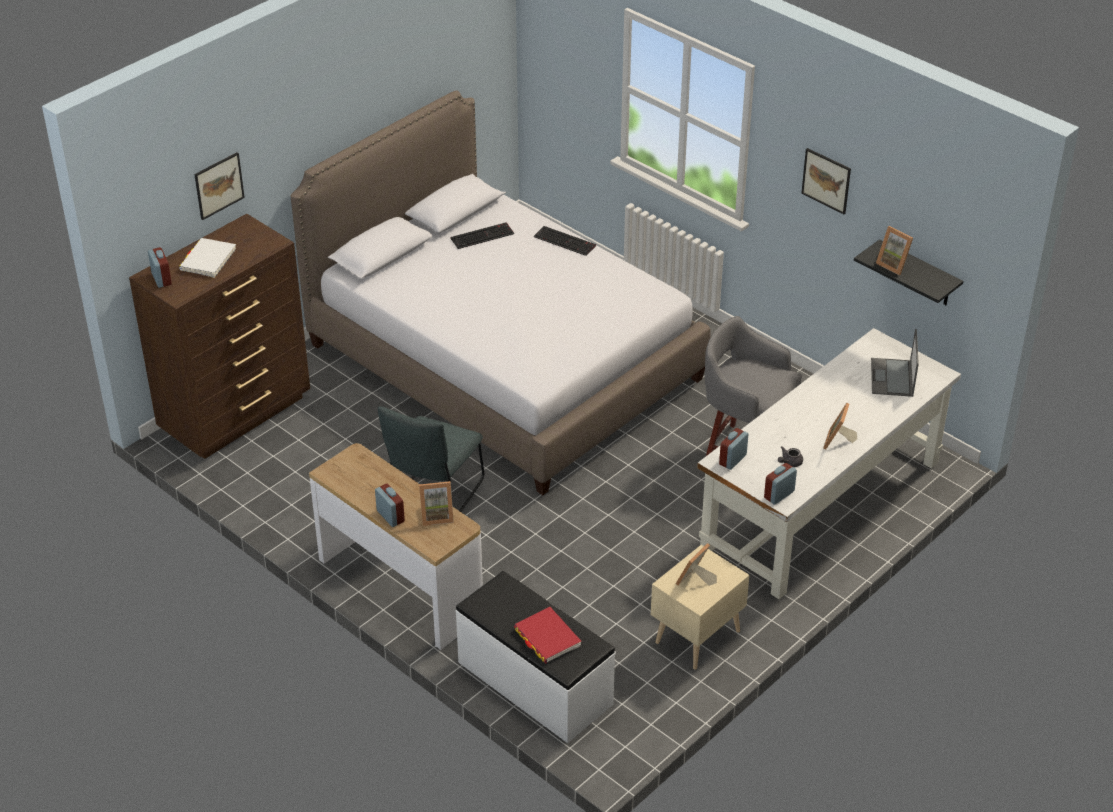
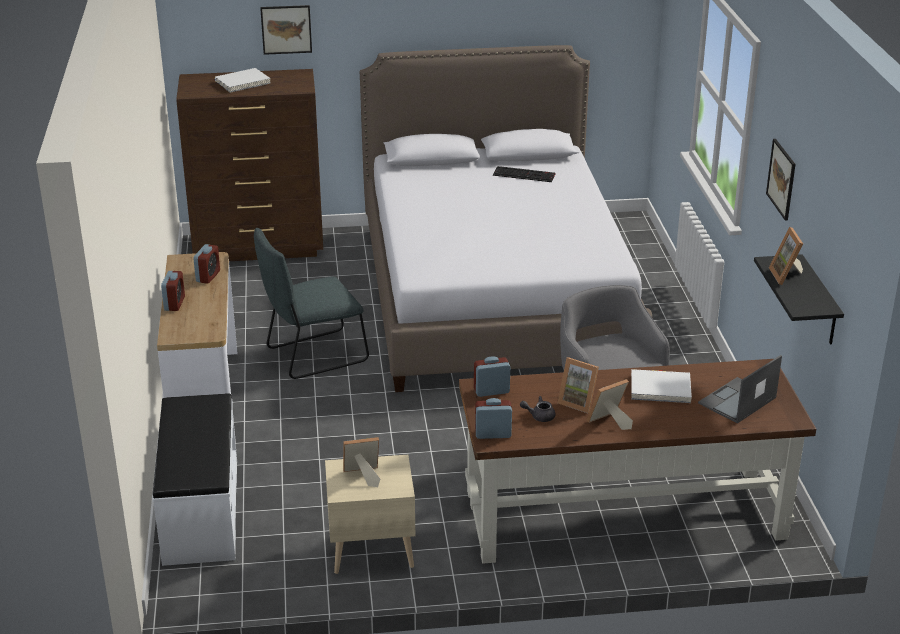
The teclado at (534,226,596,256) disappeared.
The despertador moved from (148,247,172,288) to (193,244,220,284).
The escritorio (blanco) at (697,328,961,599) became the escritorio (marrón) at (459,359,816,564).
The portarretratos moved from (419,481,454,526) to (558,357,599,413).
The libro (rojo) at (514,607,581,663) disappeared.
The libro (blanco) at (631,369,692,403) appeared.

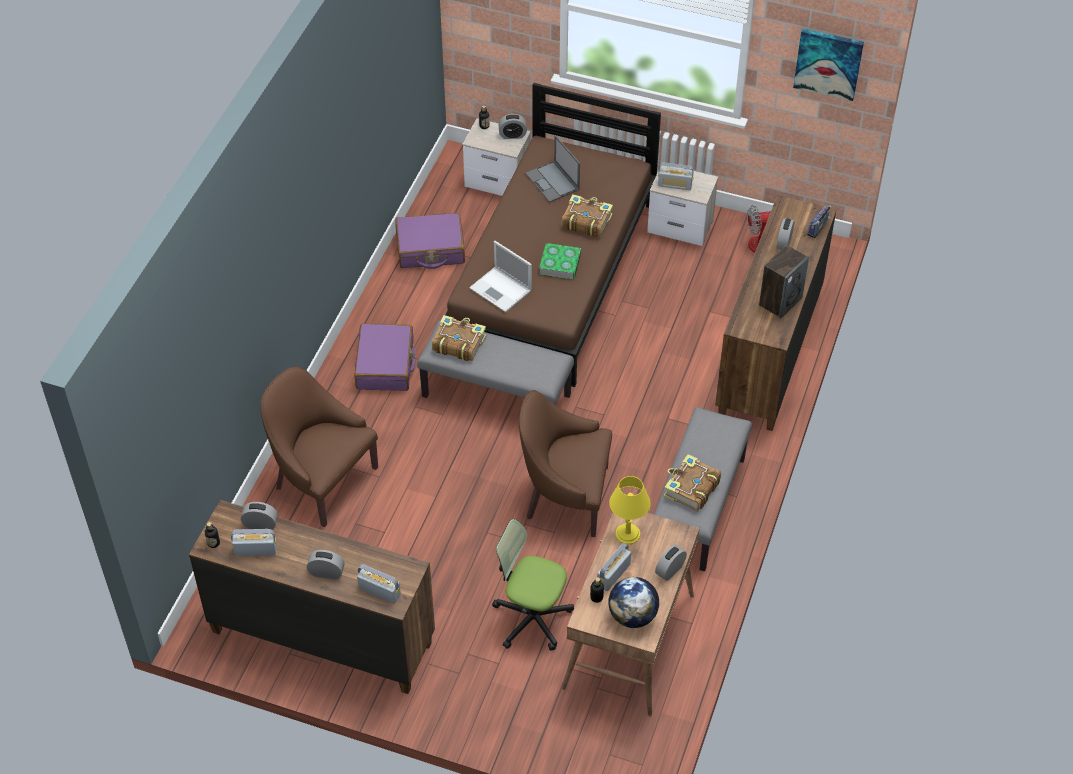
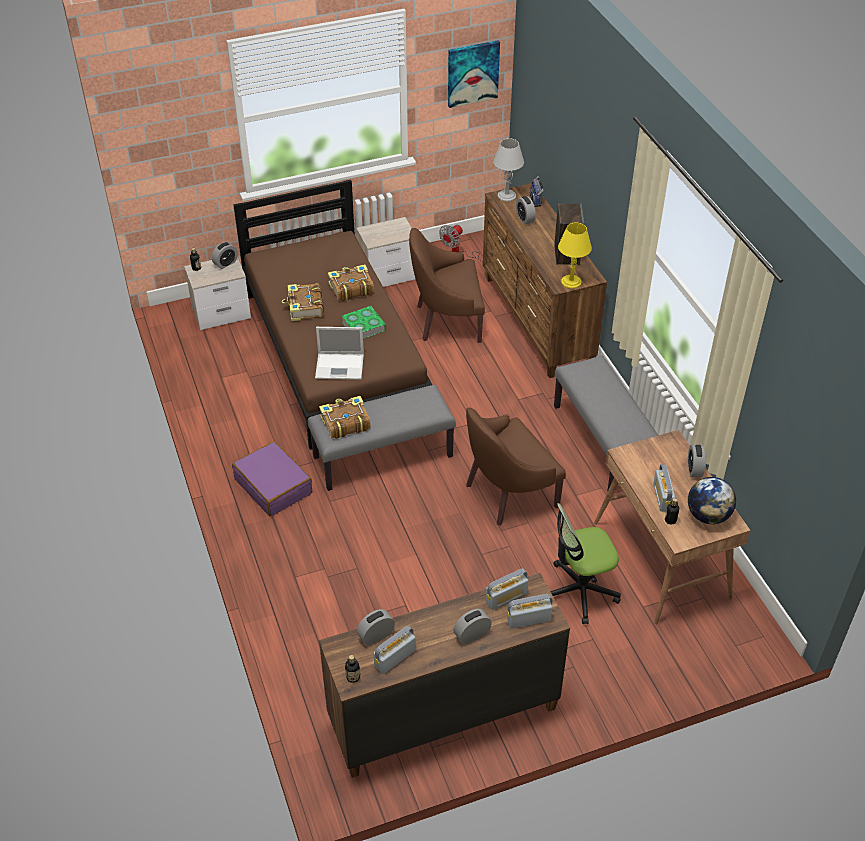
The portátil at (525,135,580,202) disappeared.
The radio moved from (658,163,694,190) to (485,569,528,610).
The maleta (morado) at (395,213,465,269) disappeared.
The sillón (marrón) moved from (261,367,378,527) to (409,228,485,343).
The libro moved from (664,454,721,511) to (282,283,324,321).
The lámpara de mesa (amarillo) moved from (609,476,651,544) to (558,222,592,288).
The lámpara de mesa (gris) at (493,138,524,201) appeared.

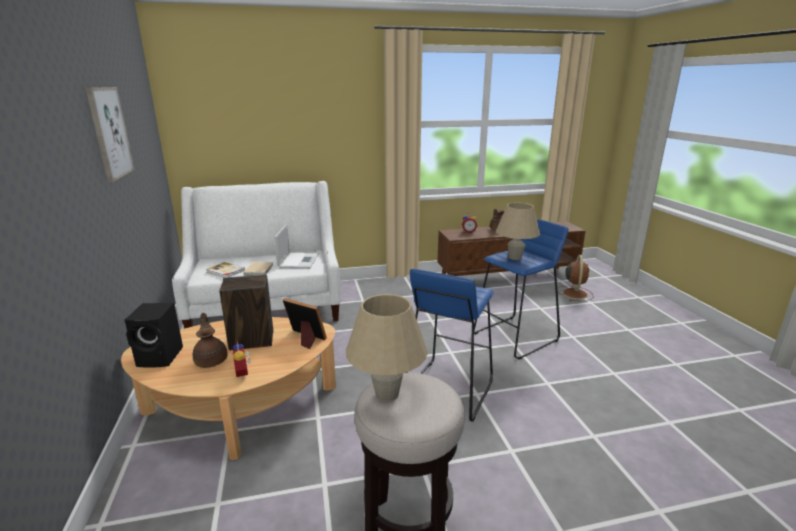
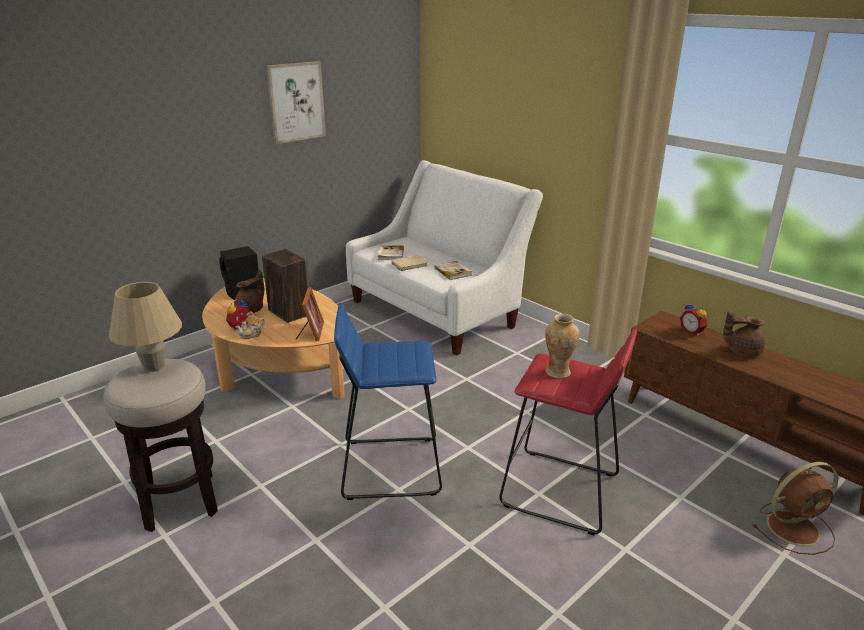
The lámpara de mesa (beis) at (496,203,540,260) was replaced by the florero at (545,313,579,378).
The taburete (azul) at (474,219,569,360) became the taburete (rojo) at (499,329,637,535).
The portátil at (274,224,319,269) was replaced by the libro at (434,261,472,280).
The tetera at (236,311,265,339) appeared.

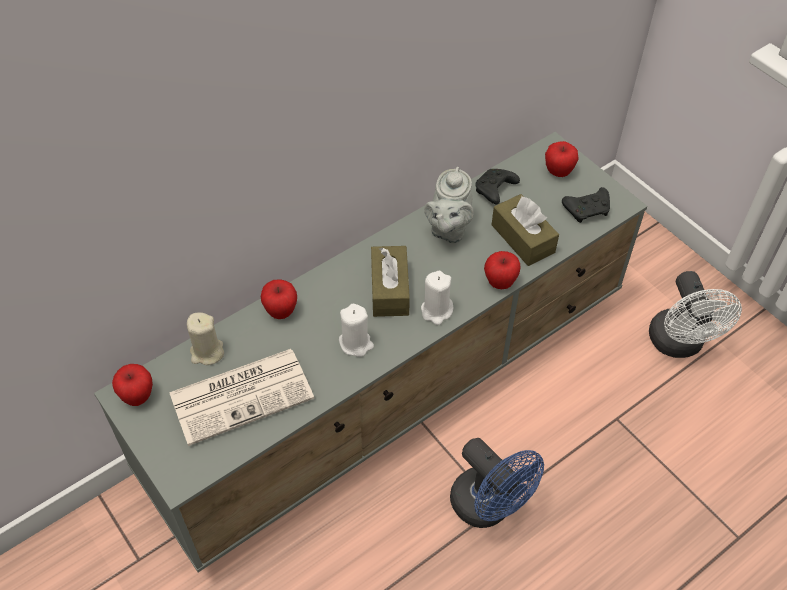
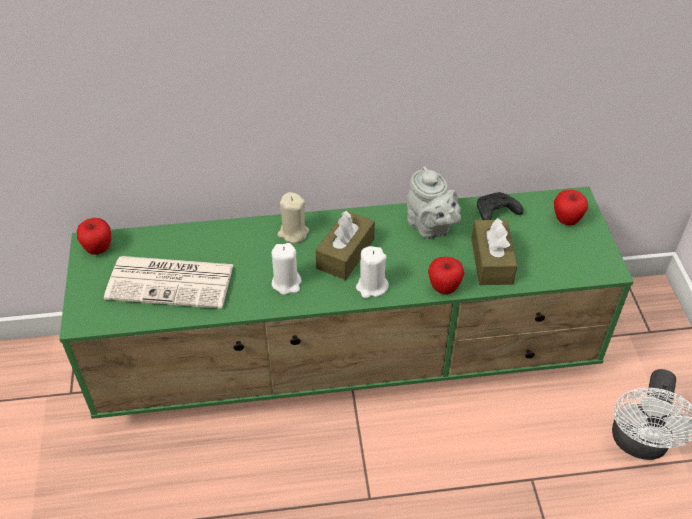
The mueble de televisión (gris) at (94,132,647,573) became the mueble de televisión (verde) at (59,187,634,419).
The tetera (gris) at (424,167,474,244) turned 75 degrees counterclockwise.
The mando de consola (negro) at (562,187,610,223) disappeared.
The manzana at (260,279,297,319) disappeared.
The vela (beis) moved from (187,312,224,365) to (277,192,309,243).
The ventilador (azul) at (450,438,544,528) disappeared.

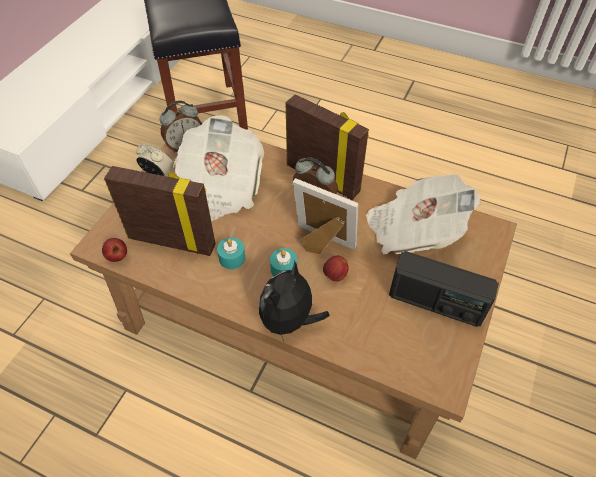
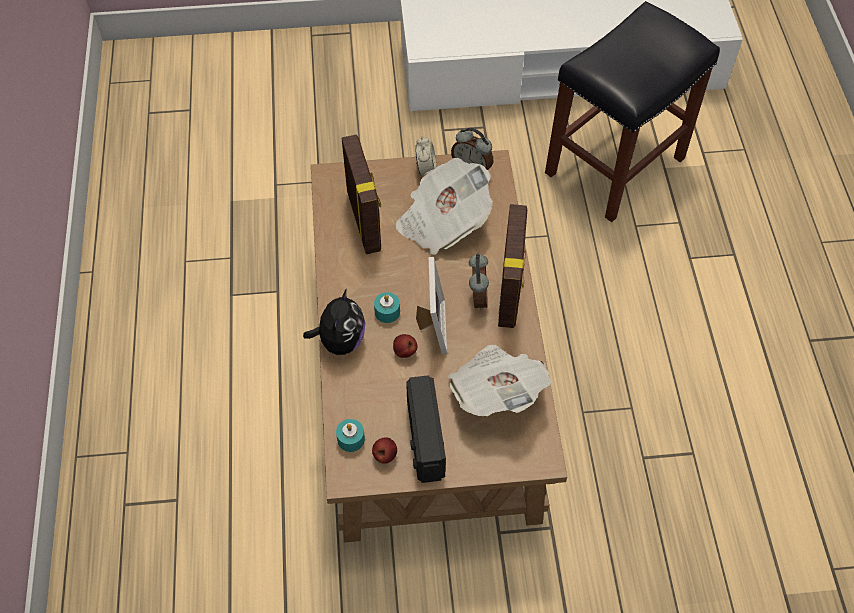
The vela (turquesa) moved from (217,237,245,269) to (336,419,365,452).
The manzana moved from (102,238,127,262) to (372,437,397,464).
The peluche at (259,260,330,341) turned 105 degrees clockwise.

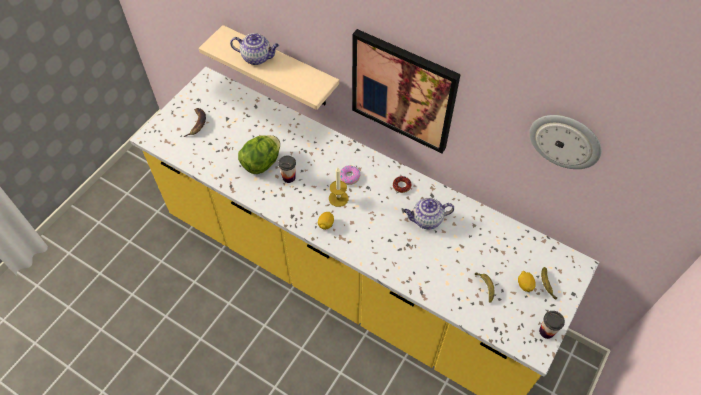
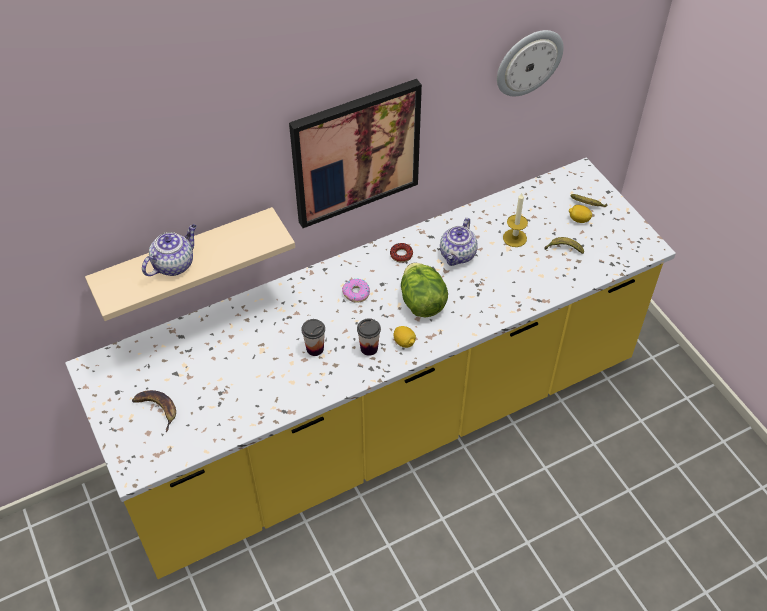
The lechuga moved from (238,135,280,174) to (401,263,448,318).
The vela moved from (329,168,348,207) to (503,193,528,247).
The taza moved from (539,311,565,339) to (357,318,381,356).

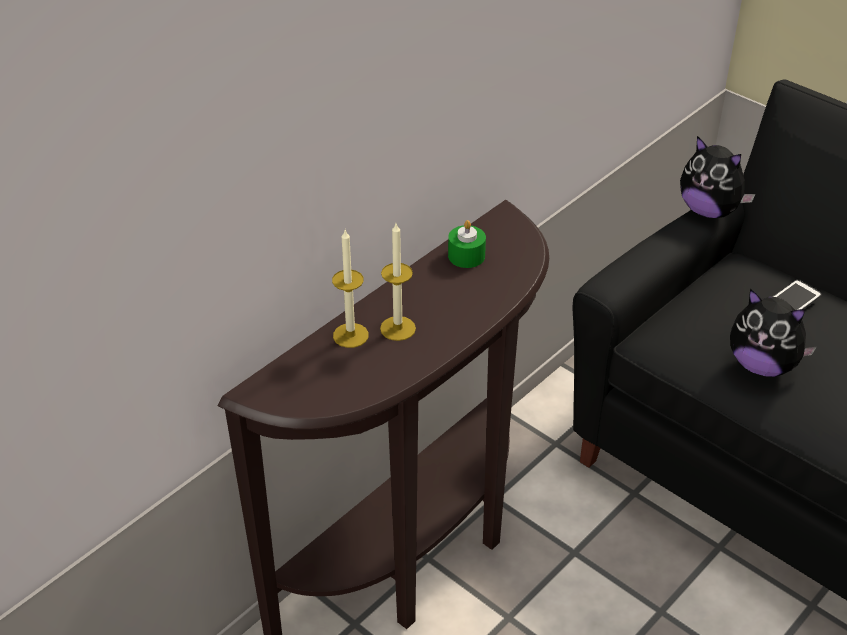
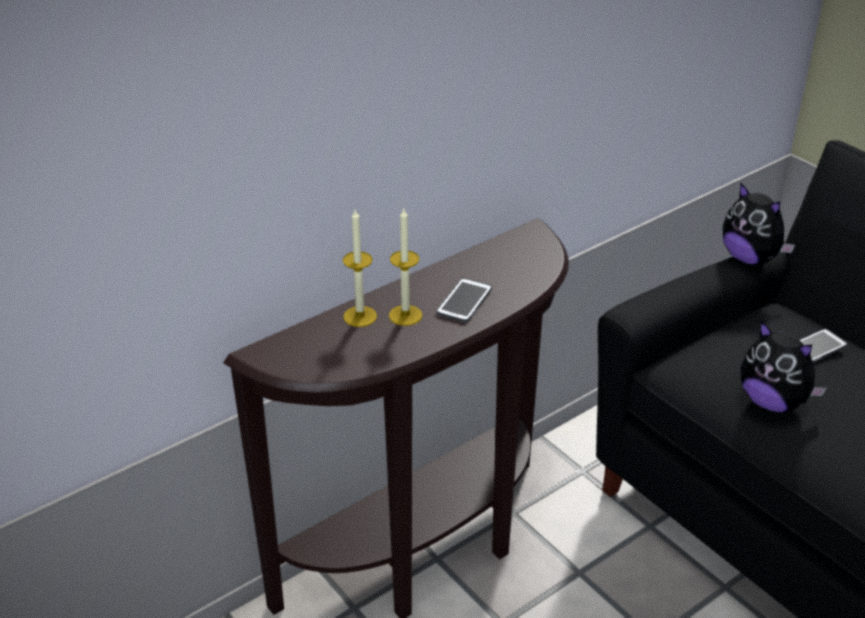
The vela (verde) at (448,220,486,268) disappeared.
The móvil at (437,278,492,323) appeared.

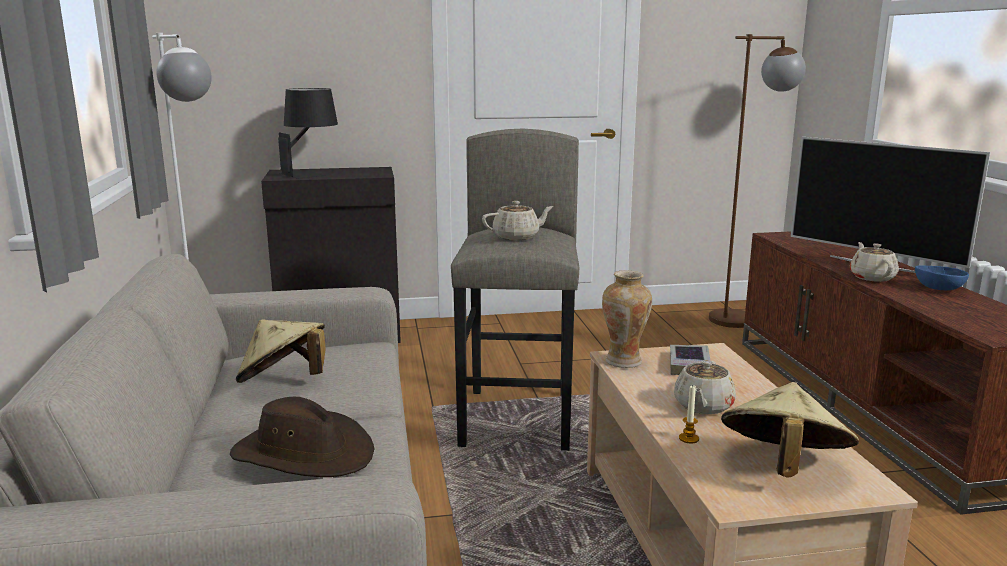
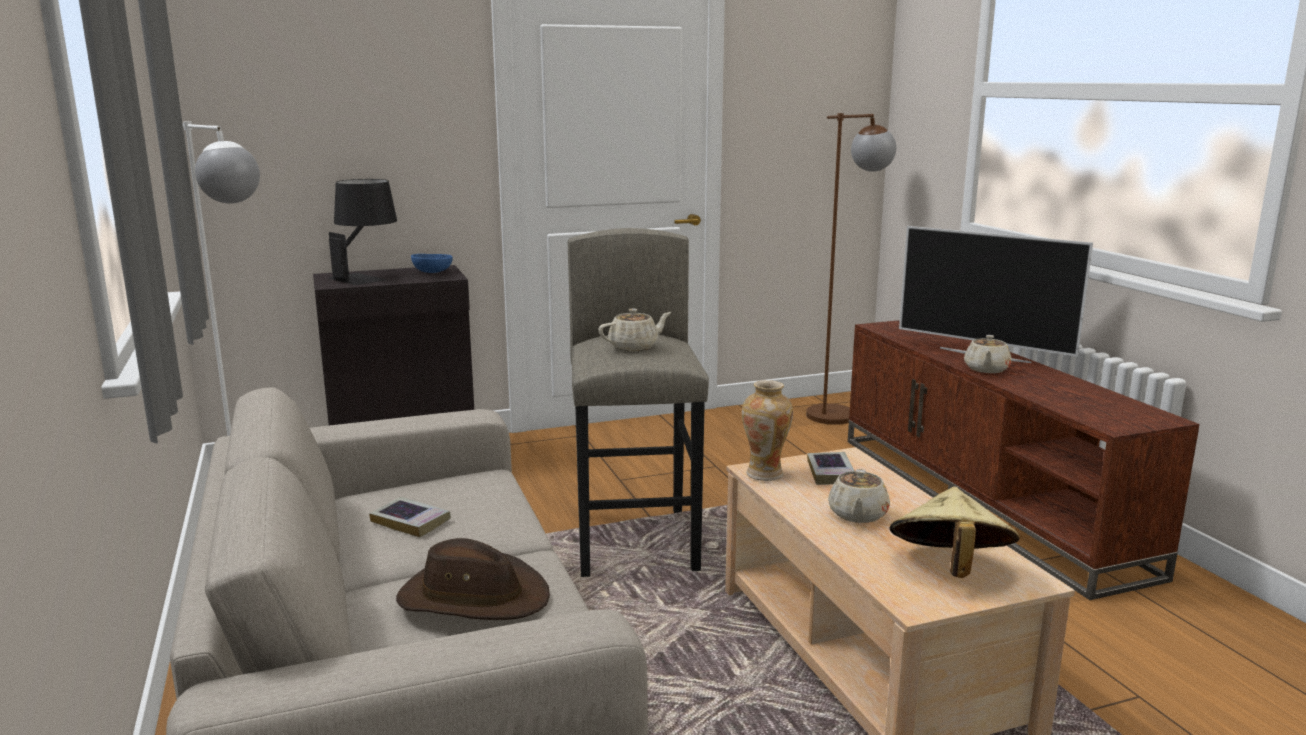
The tetera (beis) at (850,242,899,282) turned 150 degrees counterclockwise.
The cuenco (azul) moved from (915,265,969,290) to (411,254,453,273).
The sombrero (beis) at (236,319,326,383) was replaced by the libro at (369,497,451,537).
The vela at (679,386,699,444) disappeared.

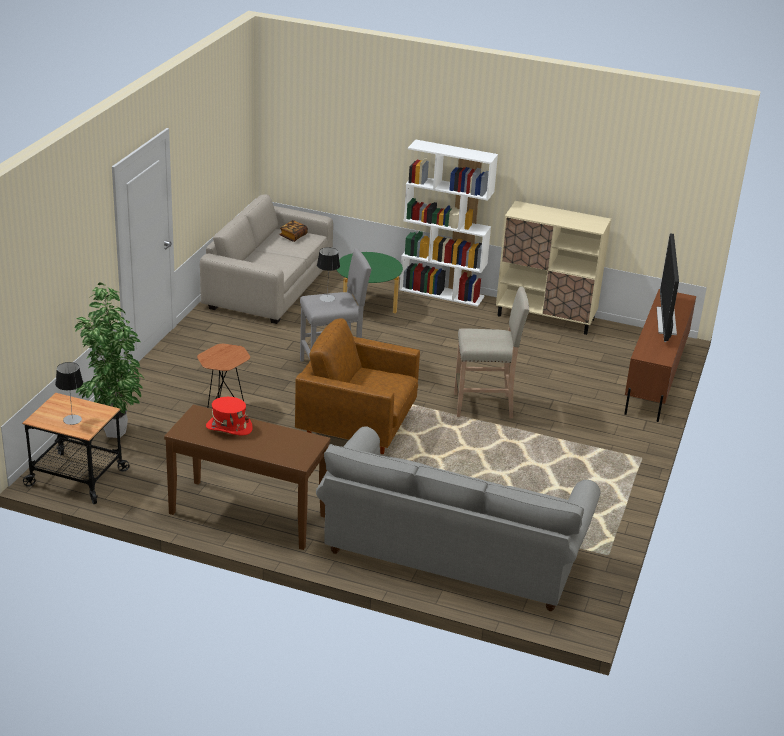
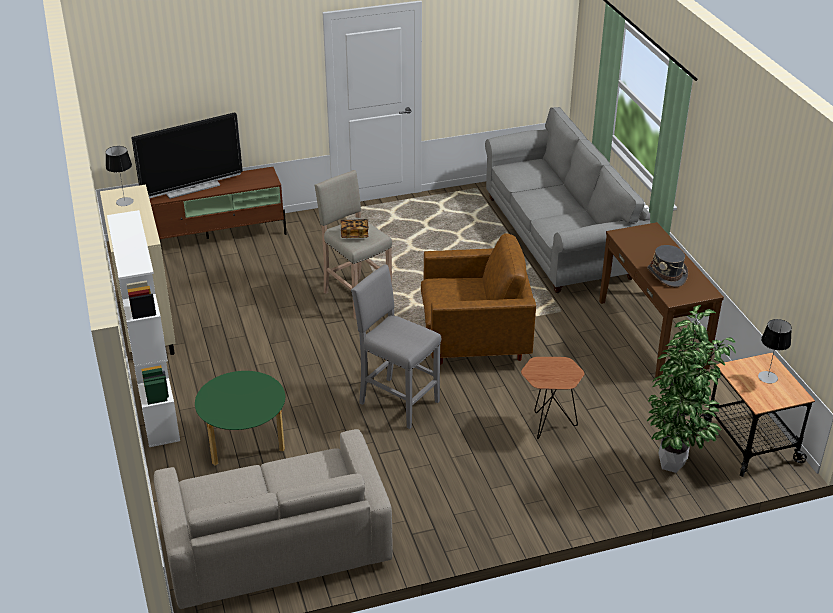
The libro moved from (279,220,308,242) to (340,219,369,238).
The lámpara de mesa moved from (317,247,340,302) to (106,146,134,206).
The sillón (marrón) at (295,318,420,454) turned 75 degrees counterclockwise.
The sombrero (rojo) at (206,397,253,435) became the sombrero (gris) at (647,245,688,287).

